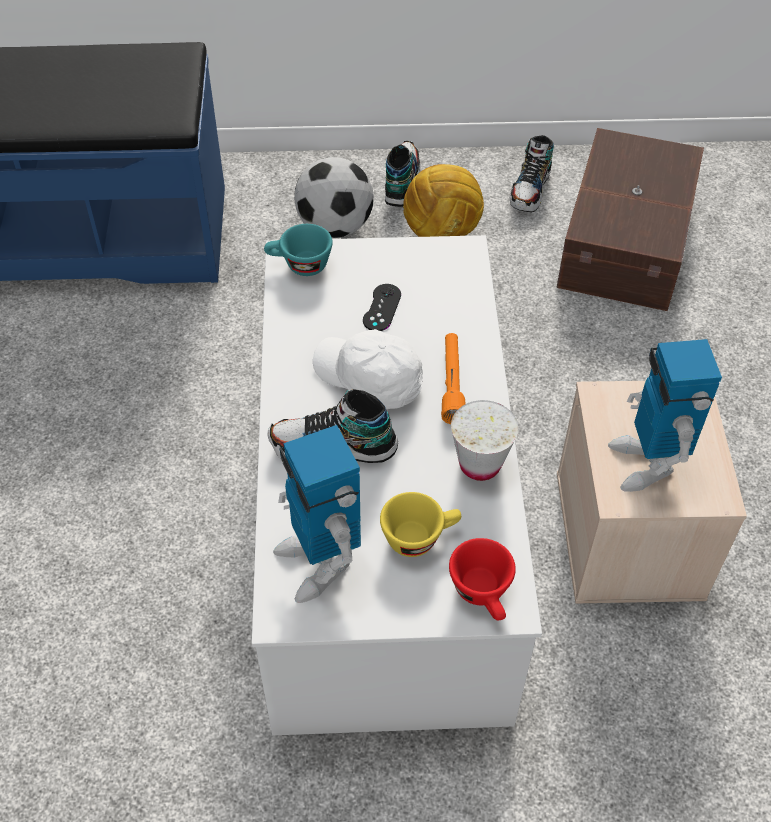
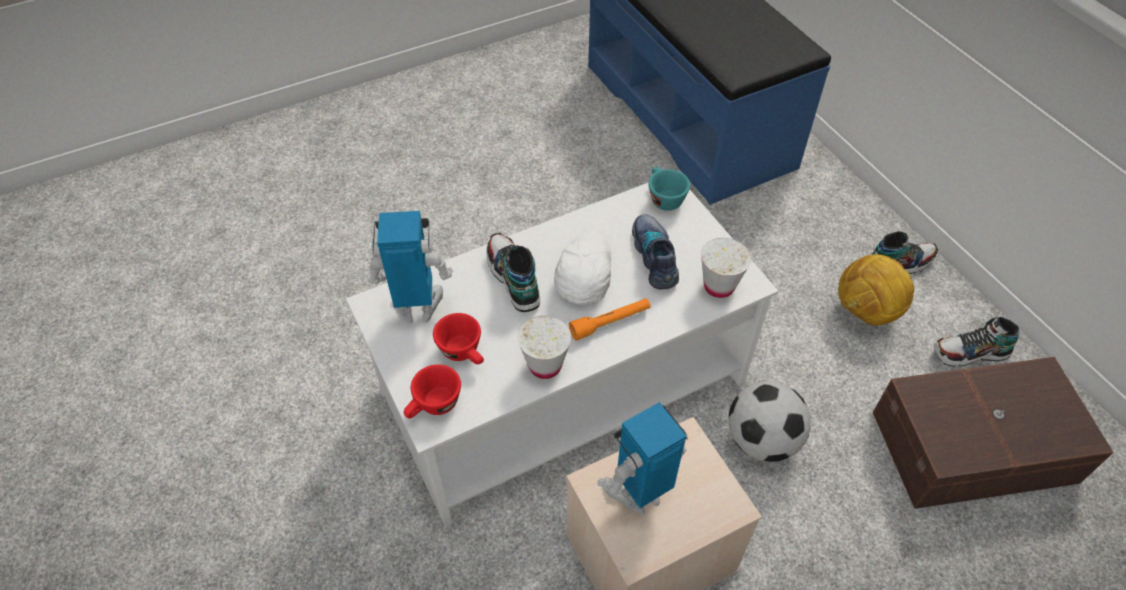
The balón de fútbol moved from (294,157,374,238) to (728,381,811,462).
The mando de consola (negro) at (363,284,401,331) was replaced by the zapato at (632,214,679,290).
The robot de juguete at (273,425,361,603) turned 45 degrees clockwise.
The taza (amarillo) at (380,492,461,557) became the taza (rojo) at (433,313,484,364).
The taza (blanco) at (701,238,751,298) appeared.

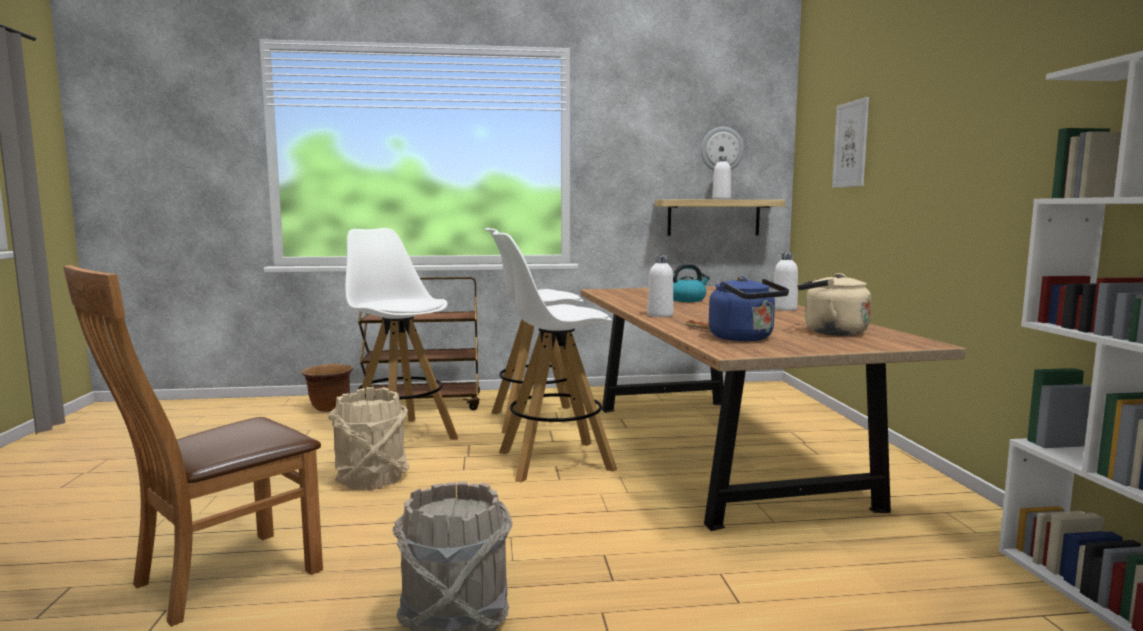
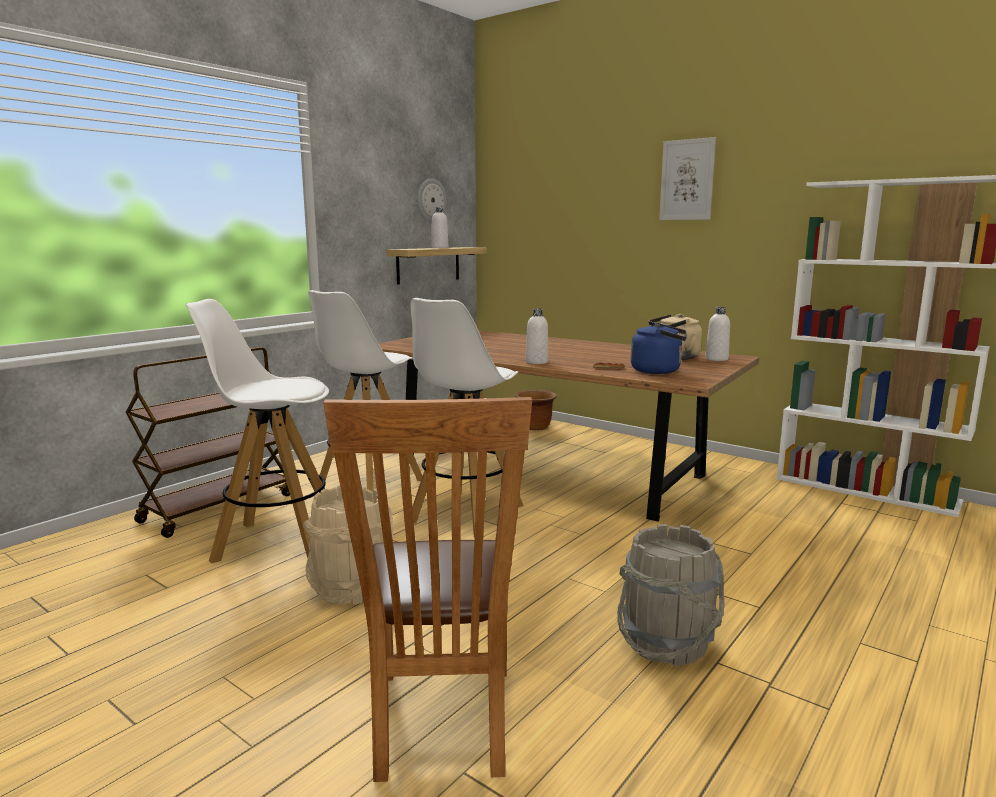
The cuadro moved from (832,97,869,188) to (659,137,716,220).
The botella (blanco) moved from (773,252,798,311) to (705,307,730,361).
The hervidor at (673,264,710,302) disappeared.
The maceta (marrón) moved from (301,364,353,412) to (515,390,557,430).

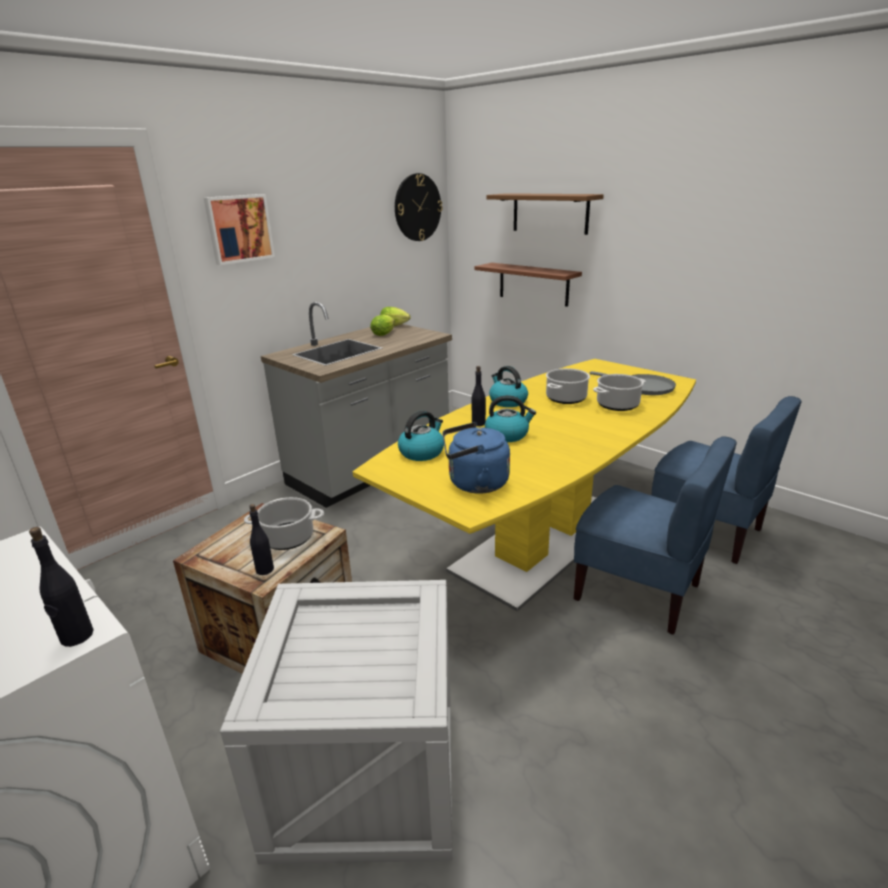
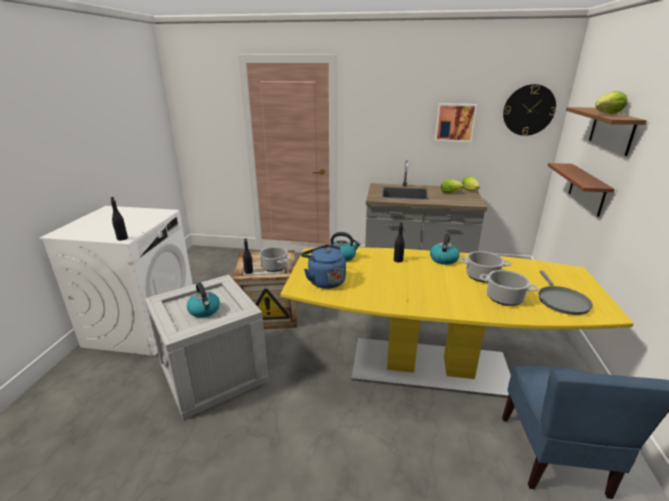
The cuadro moved from (204,194,275,265) to (435,103,477,142).
The hervidor moved from (485,395,536,442) to (187,283,220,318).
The silla (azul) at (574,436,737,635) disappeared.
The lechuga at (595,91,628,114) appeared.

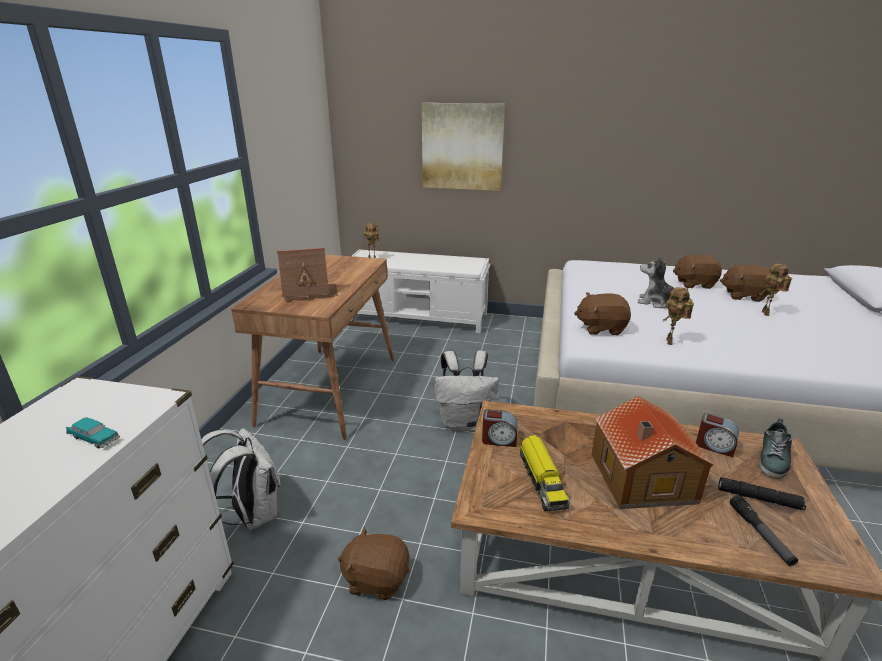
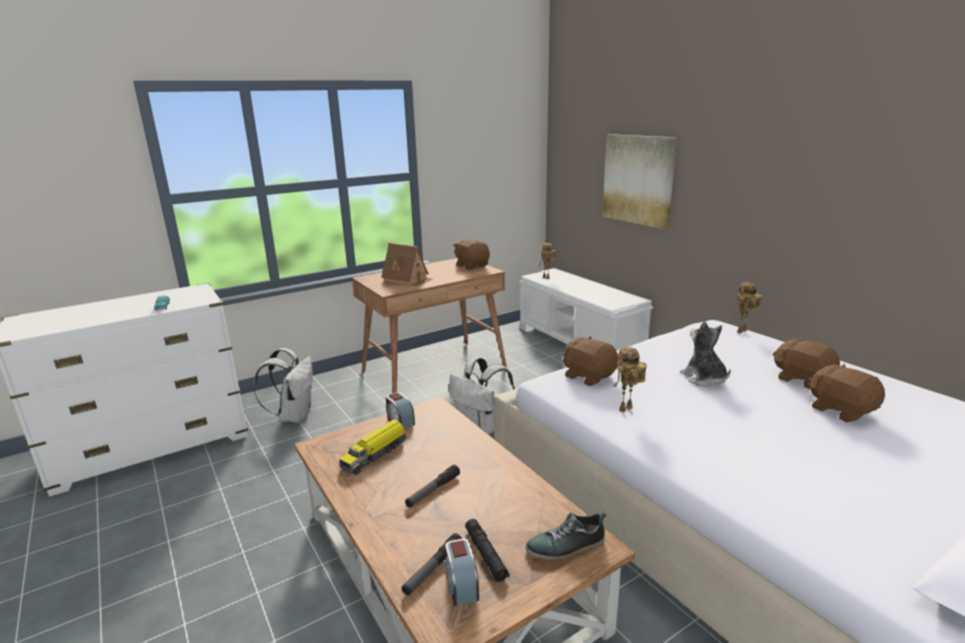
The robot de juguete moved from (759,264,792,316) to (735,282,762,333).
The casita at (592,396,713,509) was replaced by the linterna at (405,465,460,507).
The despertador moved from (696,413,739,457) to (445,539,479,606).
The peluche (marrón) moved from (338,527,410,600) to (453,239,490,270).

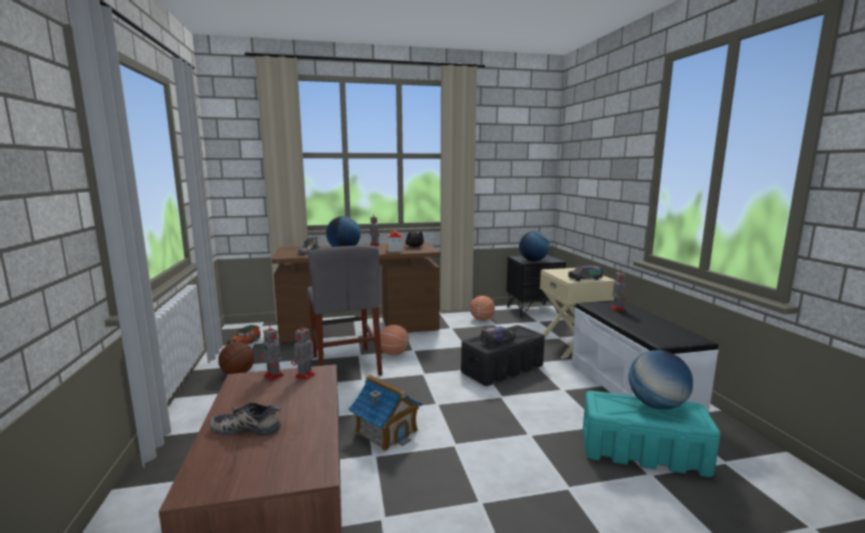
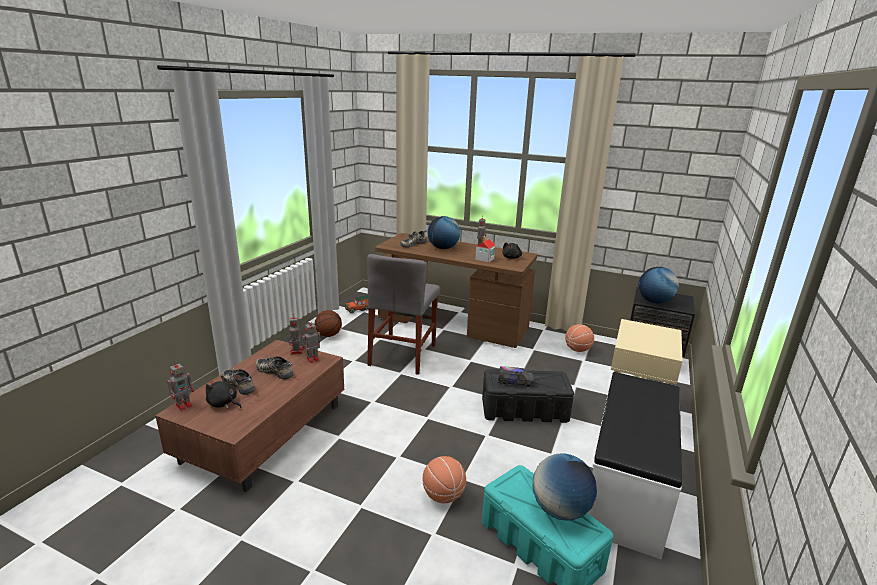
The camión de juguete at (568,265,603,281) disappeared.
The robot de juguete moved from (610,268,627,311) to (167,361,194,411).
The balón de baloncesto moved from (380,325,409,355) to (423,456,466,503).
The casita at (349,375,422,451) disappeared.
The zapato at (256,356,294,380) appeared.
The peluche (negro) at (206,375,242,409) appeared.

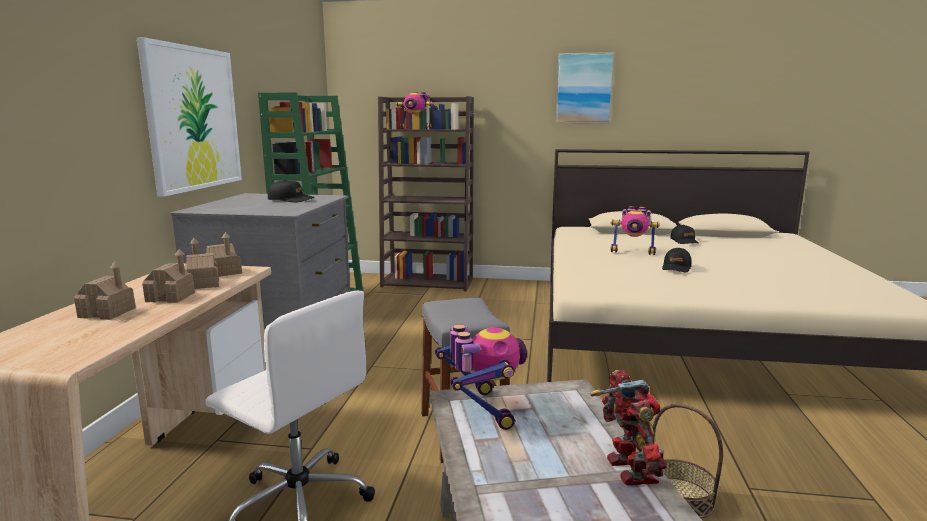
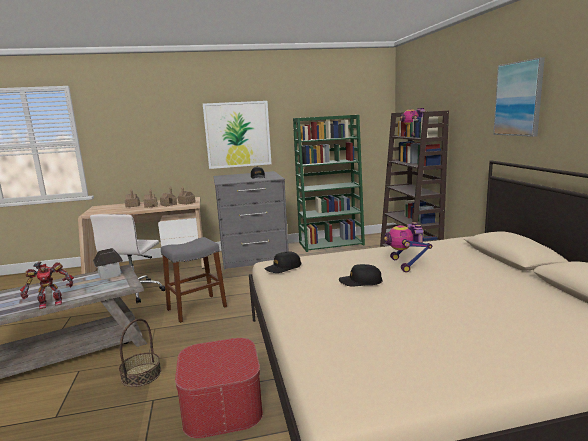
The gorra (negro) moved from (670,225,698,244) to (264,251,301,273).
The robot de juguete at (435,324,527,430) was replaced by the casita at (93,248,123,279).
The puf at (175,338,263,438) appeared.

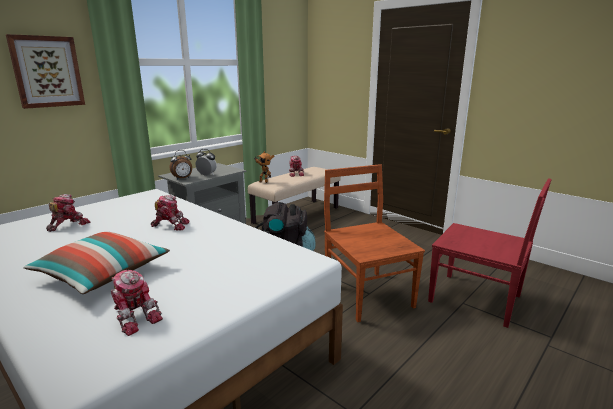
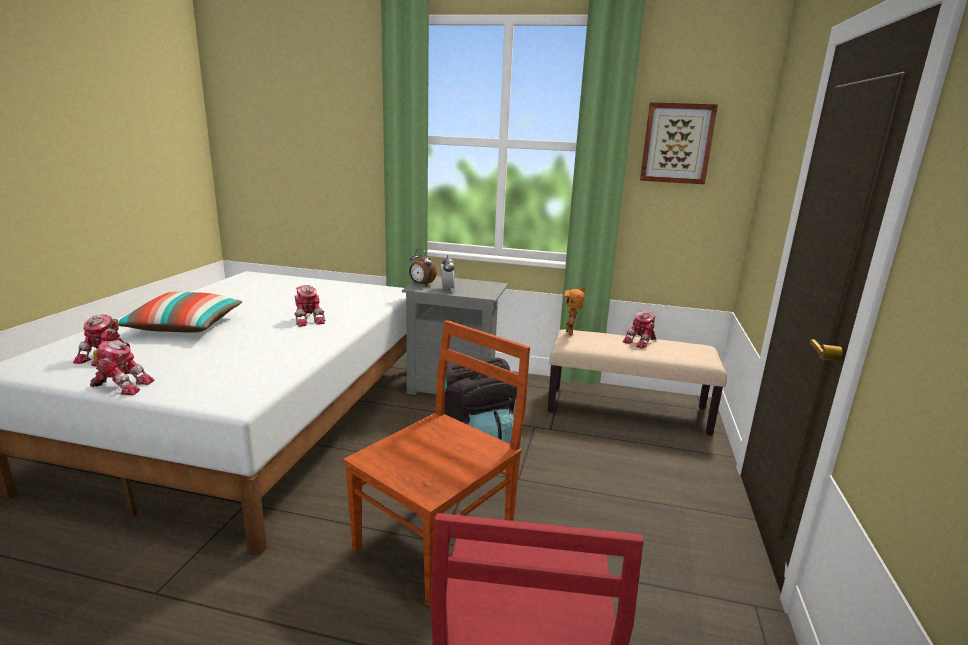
The cuadro moved from (6,34,85,109) to (640,102,718,184).
The robot de juguete moved from (46,194,90,232) to (90,340,154,395).

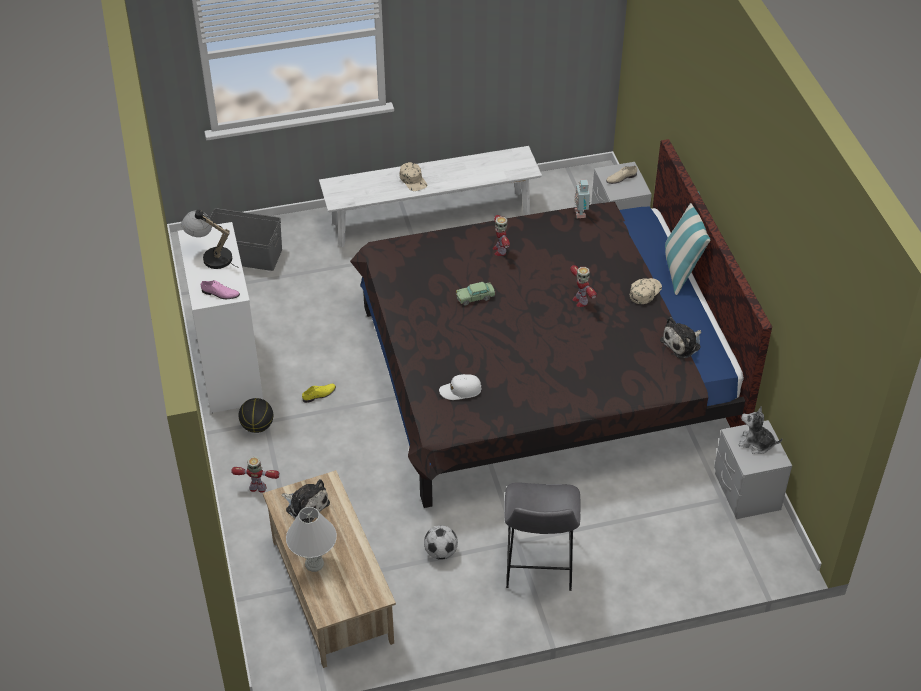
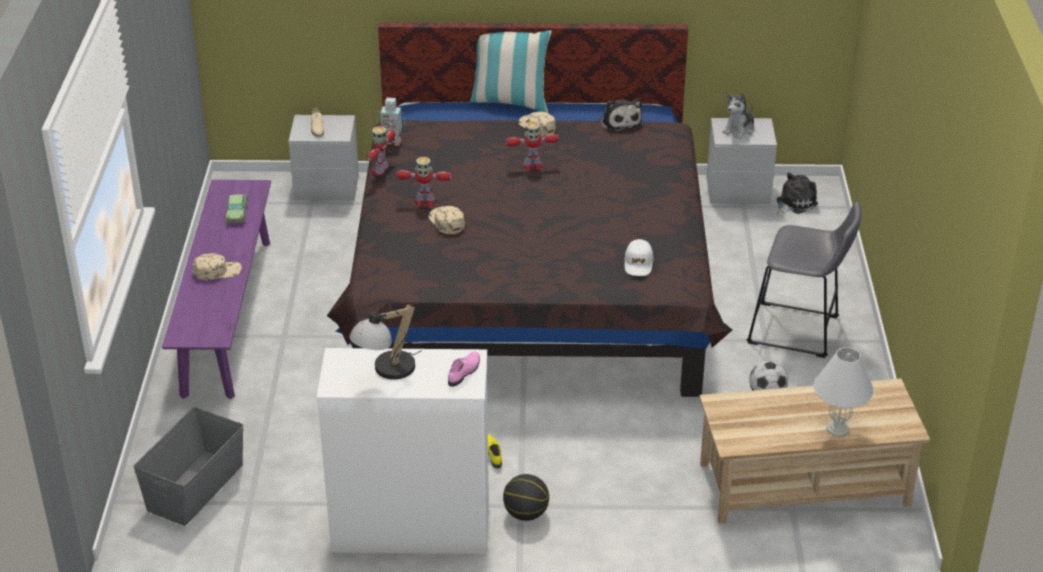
The banco (blanco) at (319,146,542,247) became the banco (morado) at (162,180,271,399).
The coche de juguete moved from (456,282,495,305) to (226,194,247,223).
The robot de juguete moved from (231,457,280,493) to (367,126,396,176).
The peluche moved from (281,479,330,523) to (776,172,818,215).
The gorra (beis) at (428,206,465,234) appeared.

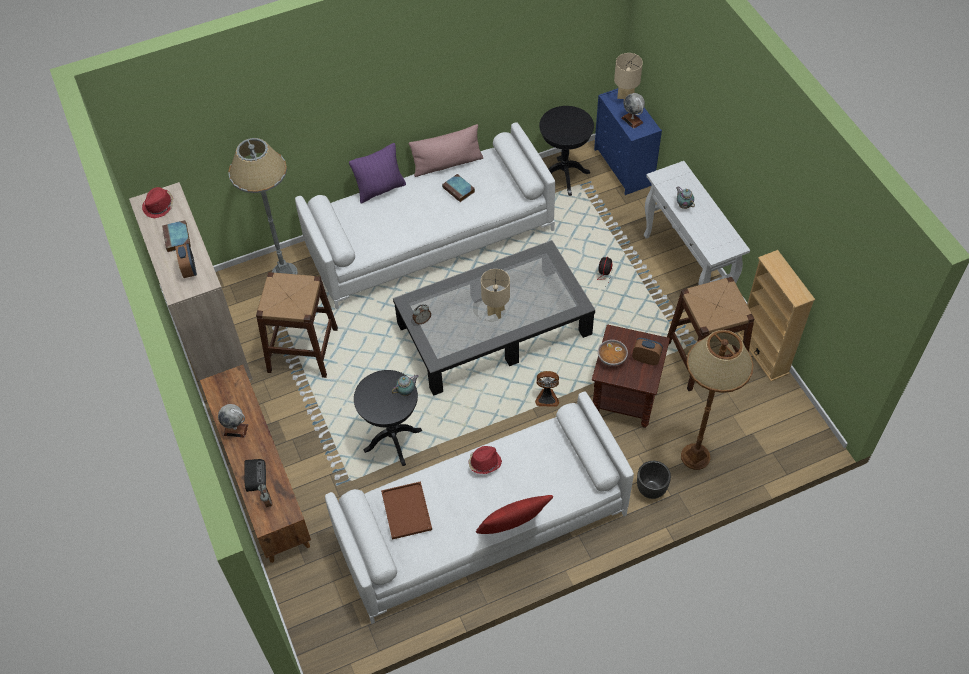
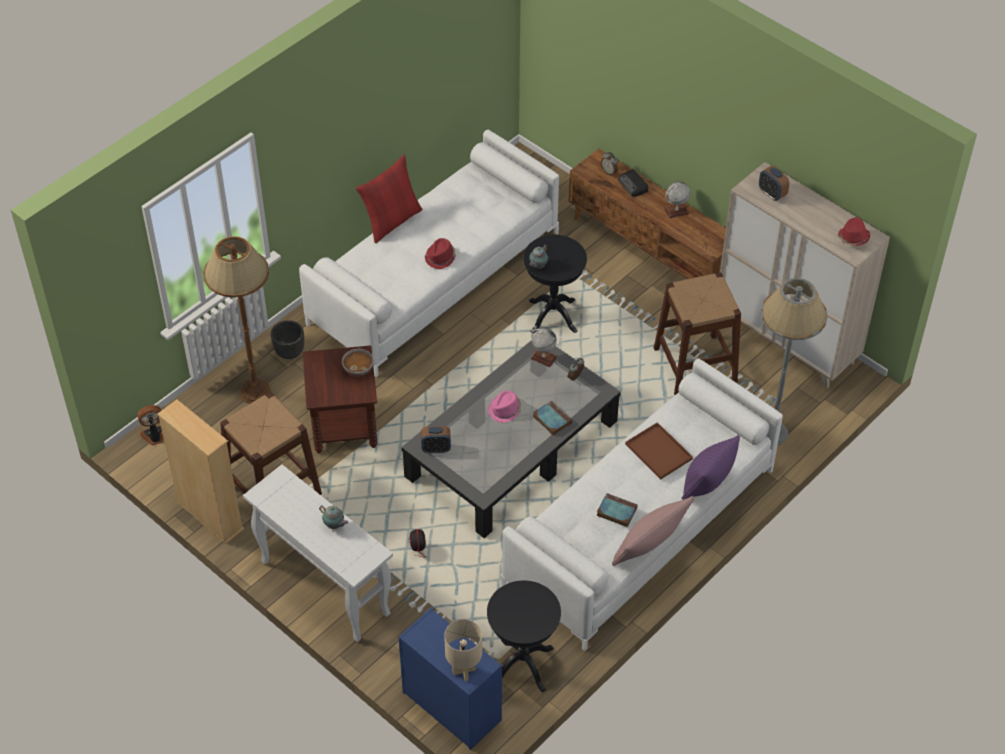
The globo terráqueo moved from (621,93,645,129) to (530,328,557,367).
The libro moved from (162,220,191,252) to (533,401,572,436).
The lámpara de mesa (beis) at (481,269,510,319) was replaced by the sombrero (rosa) at (488,390,521,423).
The despertador moved from (632,338,663,365) to (421,426,451,454).
The ventilador moved from (535,371,559,407) to (137,405,164,445).
The bandeja (marrón) moved from (381,481,432,540) to (625,422,693,480).

